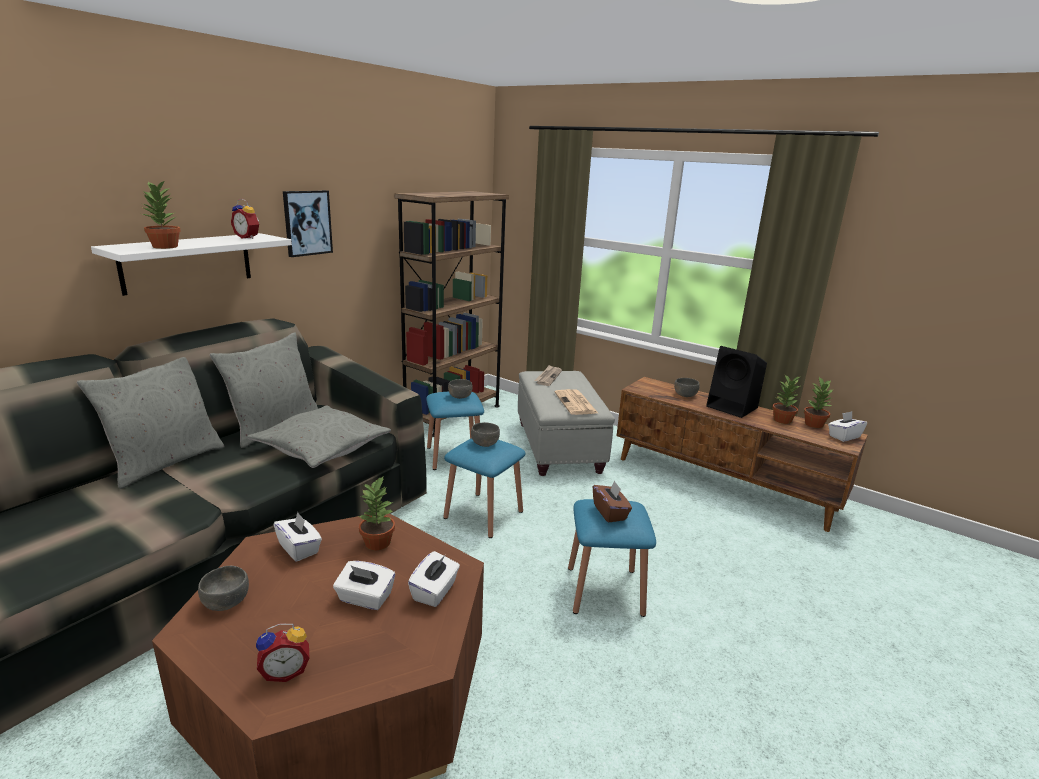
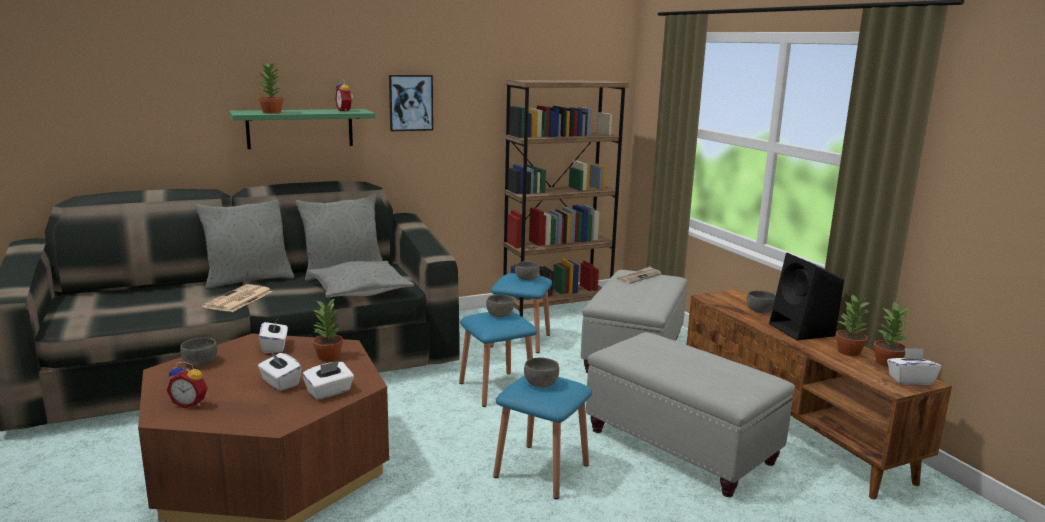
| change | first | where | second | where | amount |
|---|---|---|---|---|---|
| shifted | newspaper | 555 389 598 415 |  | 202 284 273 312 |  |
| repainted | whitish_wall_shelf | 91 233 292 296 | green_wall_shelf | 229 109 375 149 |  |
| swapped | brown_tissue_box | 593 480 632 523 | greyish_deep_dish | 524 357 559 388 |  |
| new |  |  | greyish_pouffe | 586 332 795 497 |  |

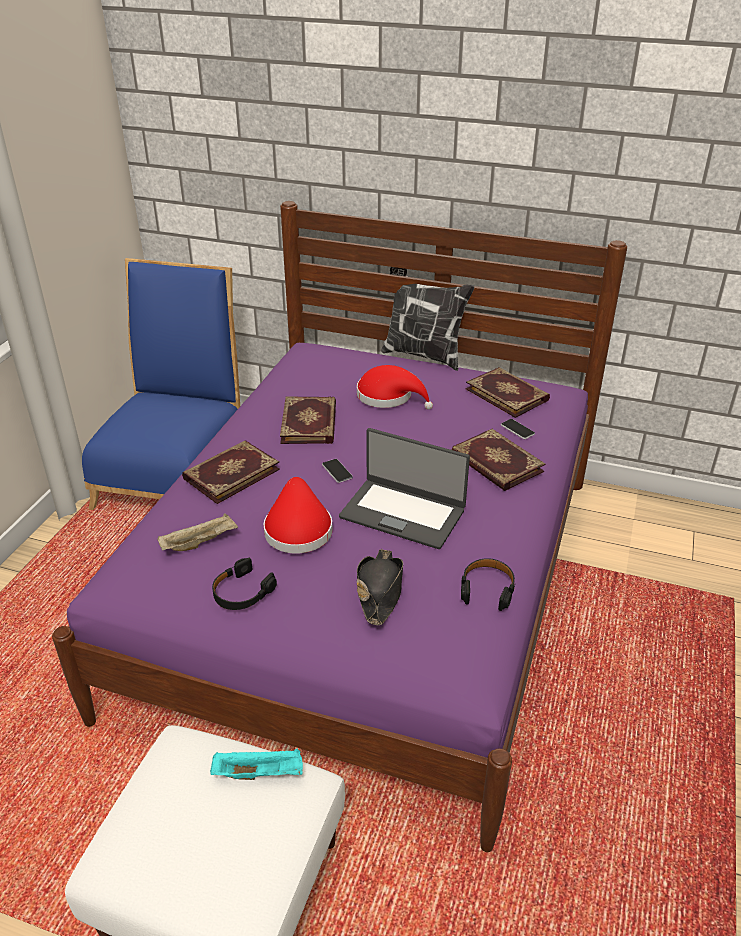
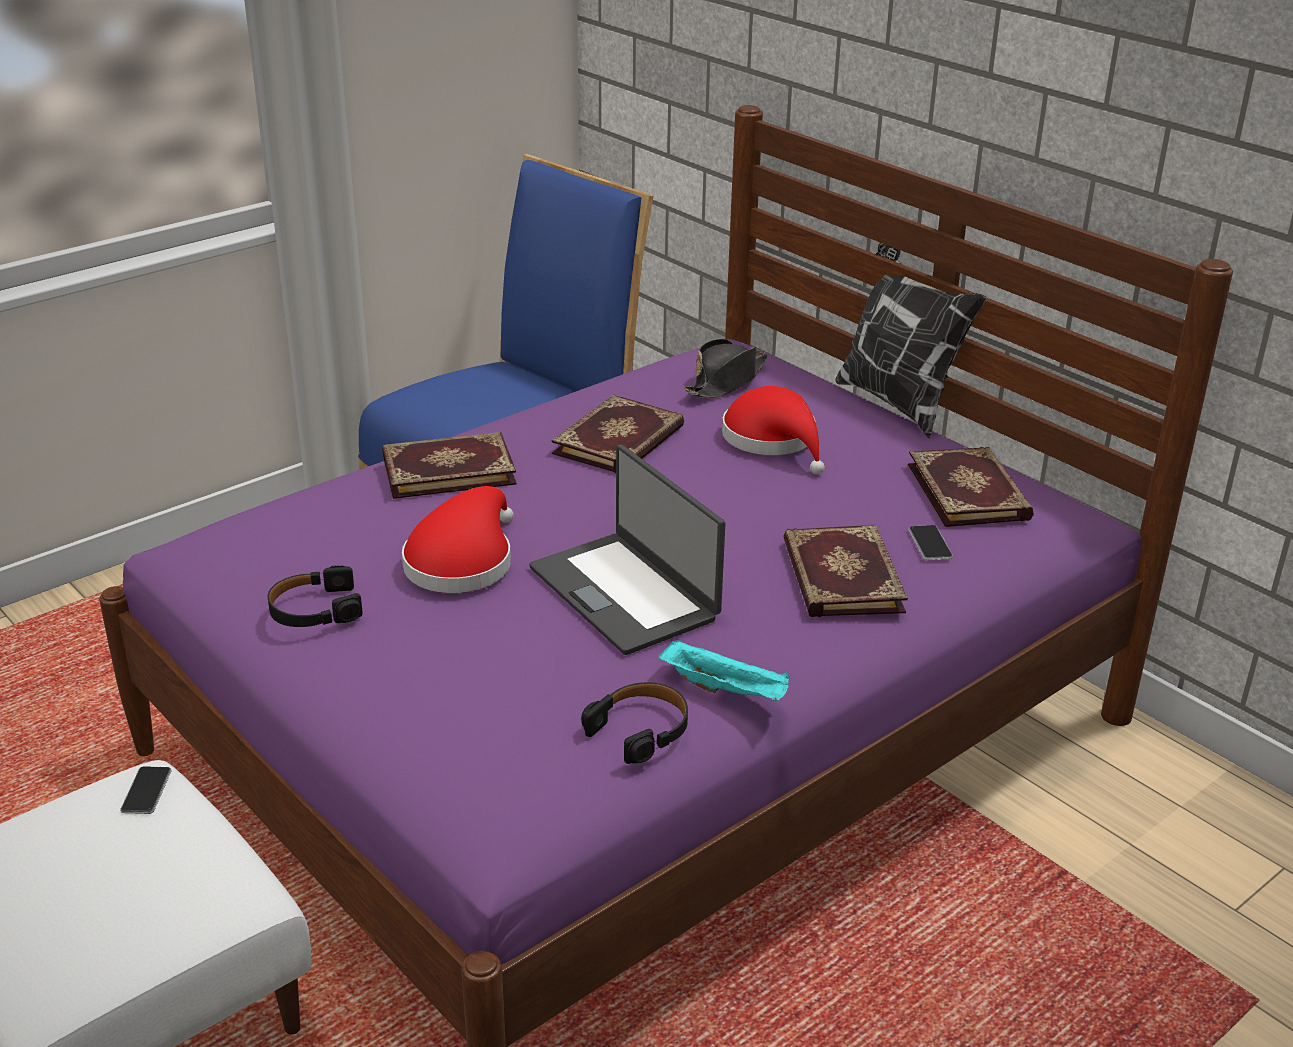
| change | first | where | second | where | amount |
|---|---|---|---|---|---|
| shifted | handset | 322 459 353 483 |  | 120 766 171 814 |  |
| shifted | turquoise_tray | 210 748 303 780 |  | 658 640 790 701 |  |
| shifted | black-coloured_wearable_hat | 357 549 403 625 |  | 684 339 767 398 |  |
| gone | beige-coloured_tray | 157 513 238 551 |  |  |  |

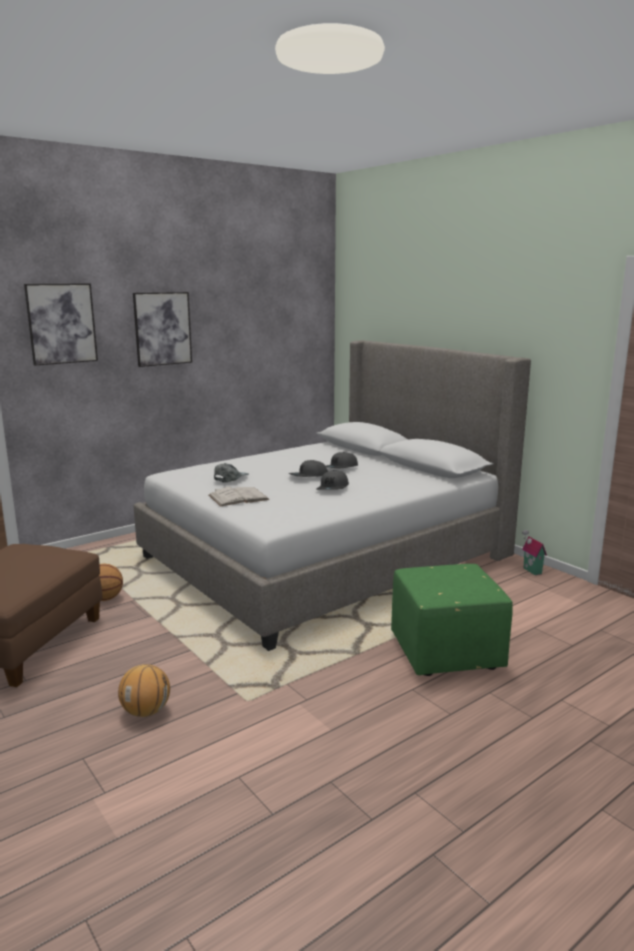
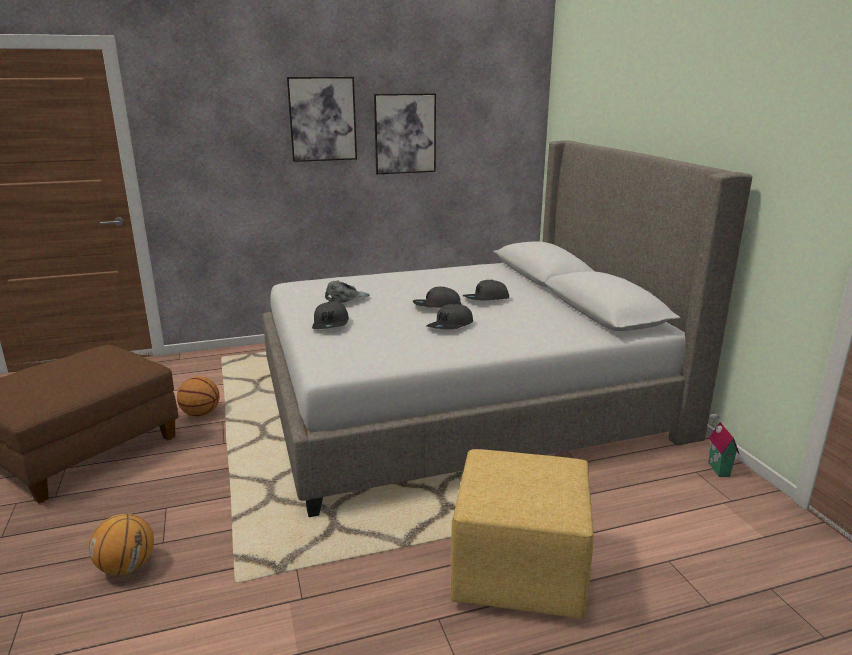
| change | first | where | second | where | amount |
|---|---|---|---|---|---|
| swapped | whitish_bound_book | 209 487 269 507 | greyish_baseball_cap | 312 302 349 329 |  |
| shifted | wall_picture | 24 283 98 366 |  | 374 93 436 174 |  |
| repainted | green_pouffe | 391 564 513 676 | yellowish_pouffe | 451 449 594 619 |  |

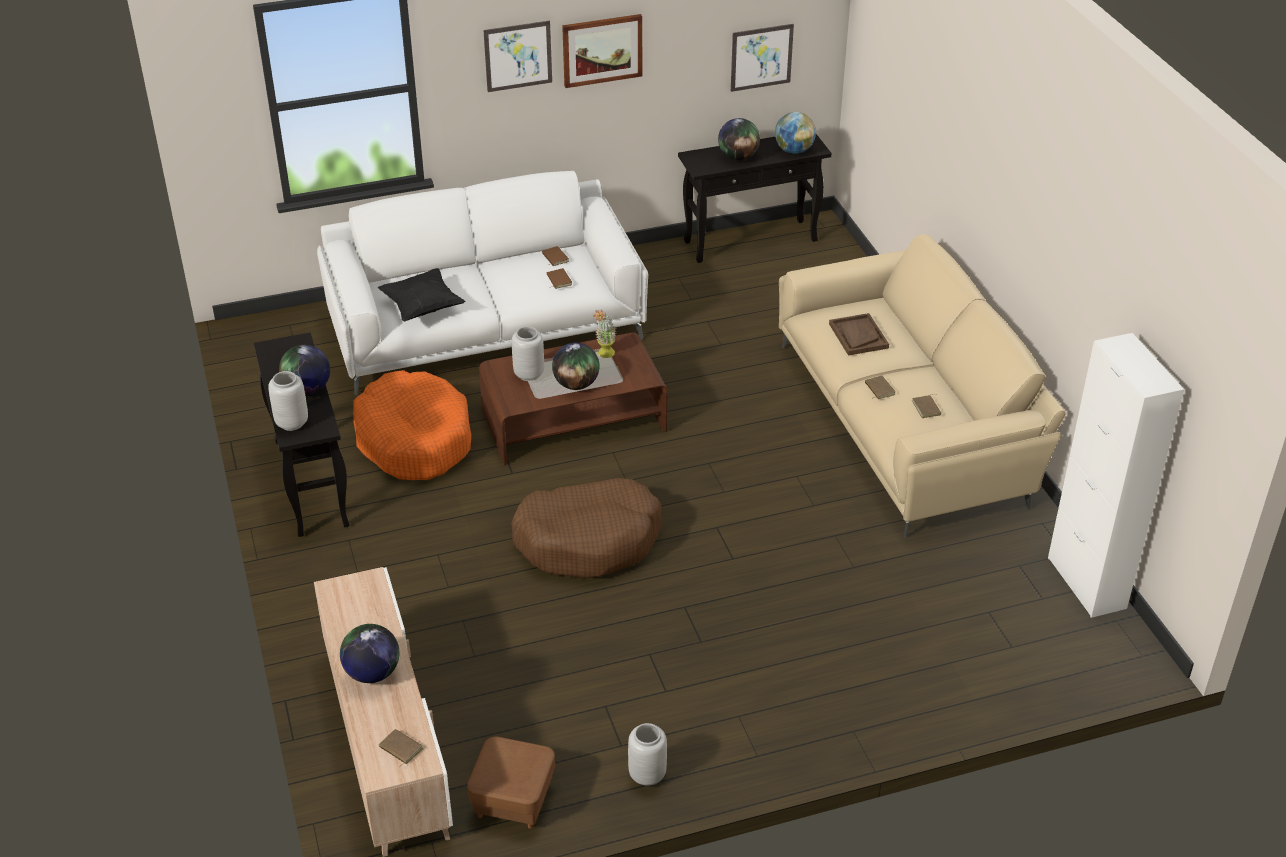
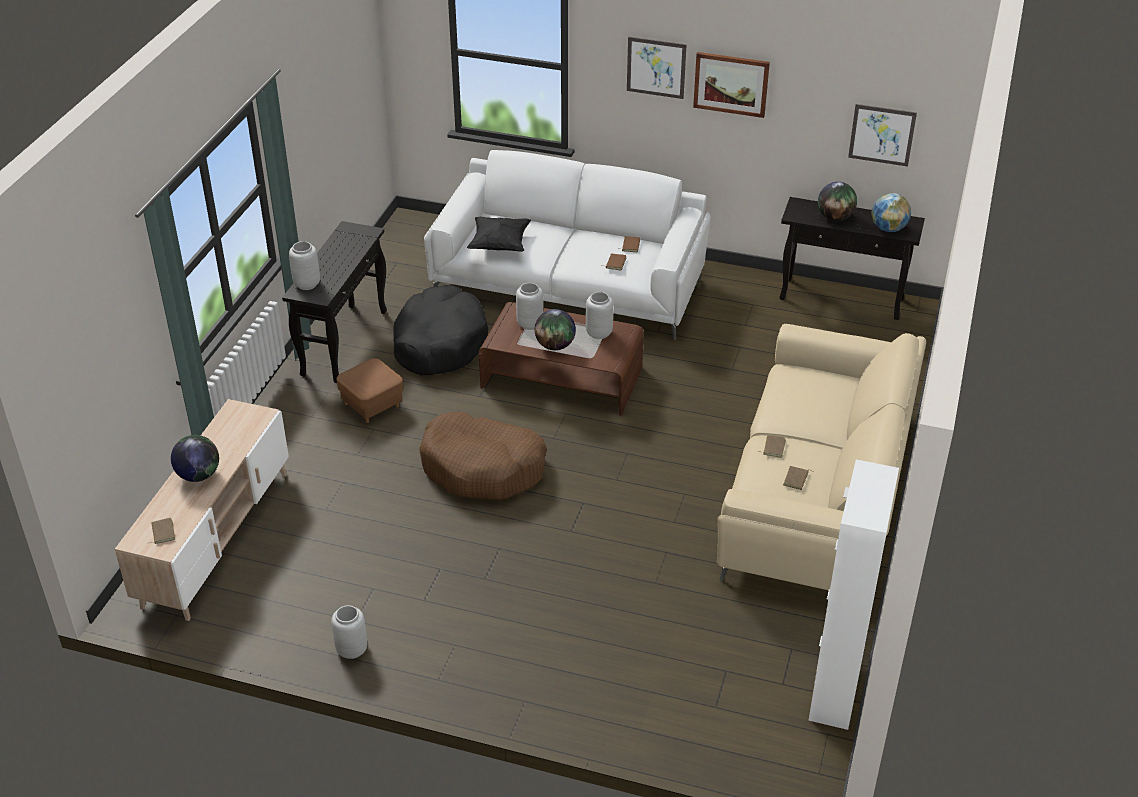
| change | first | where | second | where | amount |
|---|---|---|---|---|---|
| shifted | brown_pouffe | 467 737 555 829 |  | 337 358 403 423 |  |
| repainted | orange-coloured_pet_bed | 353 370 471 480 | black-coloured_pet_bed | 393 285 488 375 |  |
| swapped | potted_plant | 593 309 617 358 | greyish_vase | 586 292 613 339 |  |
| gone | globe | 279 345 330 395 |  |  |  |
| gone | brown_tray | 829 313 889 355 |  |  |  |

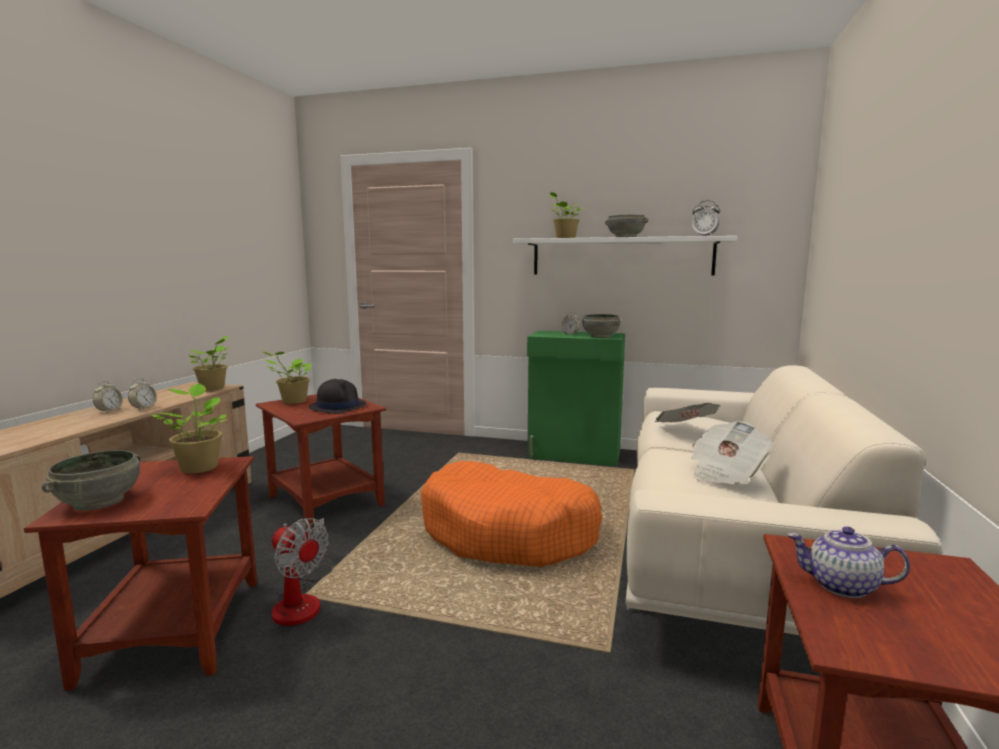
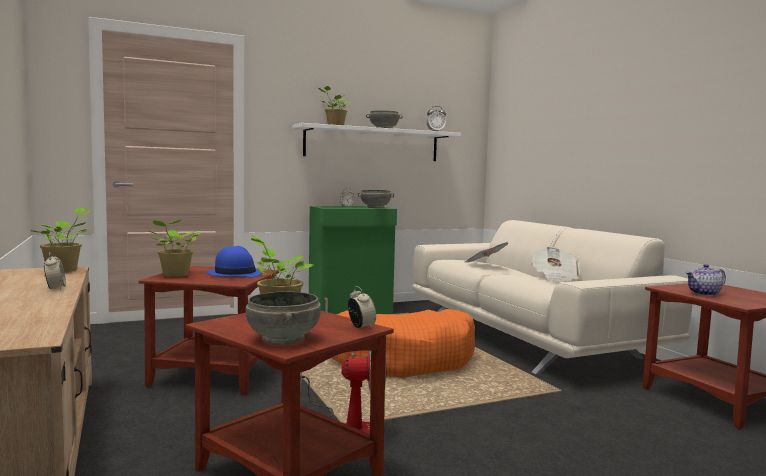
| change | first | where | second | where | amount |
|---|---|---|---|---|---|
| repainted | black-coloured_wearable_hat | 309 379 367 414 | blue_wearable_hat | 207 246 262 277 |  |
| shifted | bedside_clock | 93 381 123 413 |  | 348 286 376 328 |  |

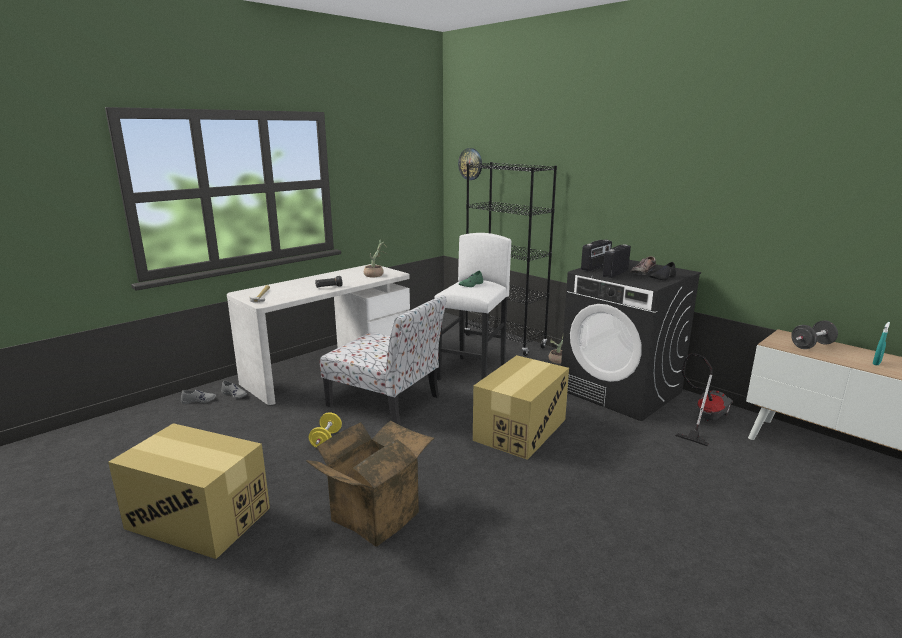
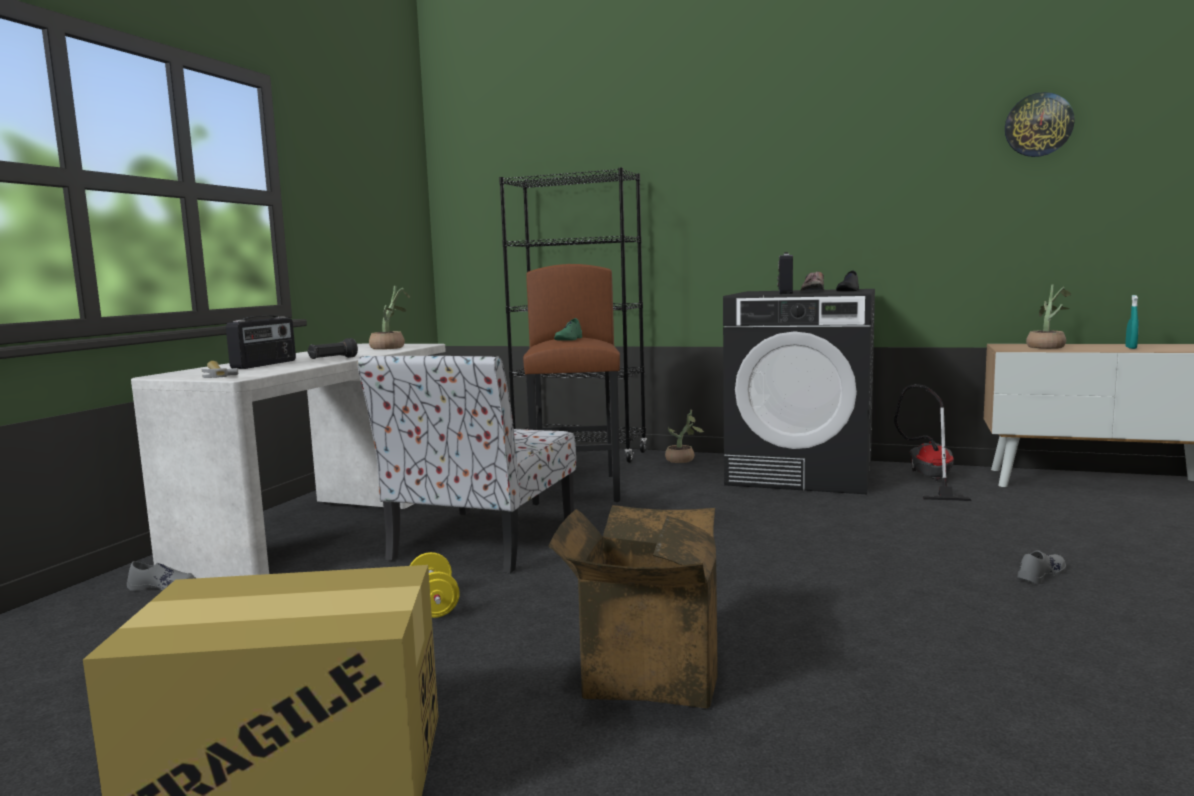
| change | first | where | second | where | amount |
|---|---|---|---|---|---|
| shifted | radio_set | 581 240 612 271 |  | 226 316 296 369 |  |
| rotated | plain_chair | 320 295 447 426 |  | 358 356 576 573 | 105 degrees clockwise |
| repainted | whitish_stool_seat | 434 233 511 380 | brown_stool_seat | 523 264 620 505 |  |
| shifted | clock_on_the_wall | 458 148 482 180 |  | 1005 92 1075 157 |  |
| shifted | greyish_low_shoe | 181 390 216 404 |  | 1017 550 1066 584 |  |
| swapped | black-coloured_dumbbell | 791 320 838 349 | potted_plant | 1026 284 1071 349 |  |
| gone | cardboard_box | 473 355 569 460 |  |  |  |

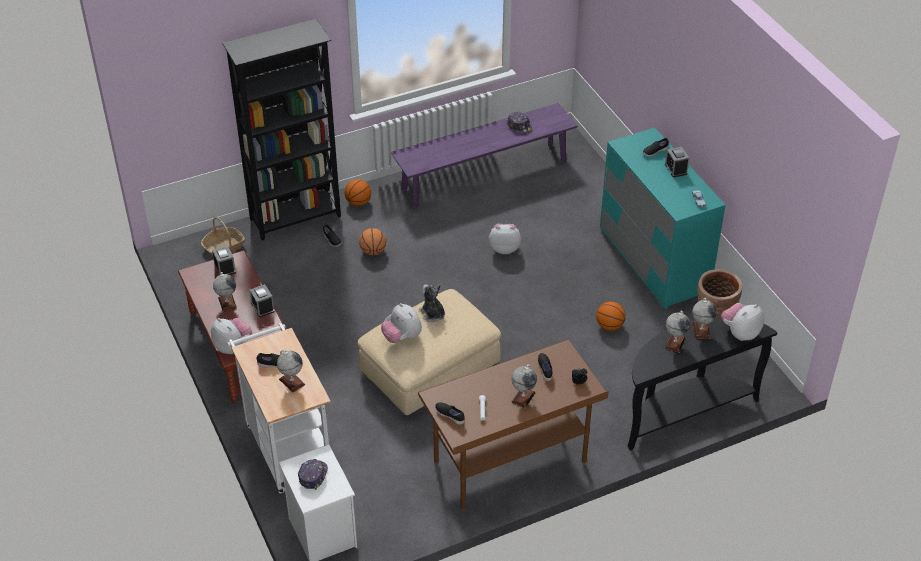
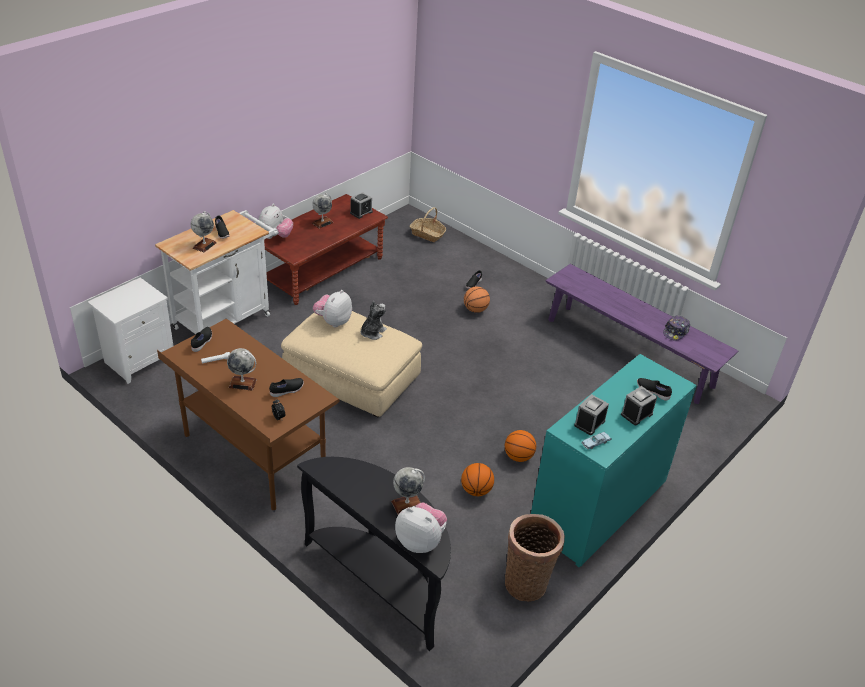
| change | first | where | second | where | amount |
|---|---|---|---|---|---|
| shifted | basketball_ball | 345 179 371 206 |  | 505 430 536 462 |  |
| shifted | bedside_clock | 249 284 275 317 |  | 574 394 609 435 |  |
| gone | black-coloured_shelving_unit | 222 19 341 240 |  |  |  |
| gone | baseball_cap | 298 459 328 490 |  |  |  |
| gone | soft_toy | 489 224 521 254 |  |  |  |
| gone | globe | 665 311 690 353 |  |  |  |

